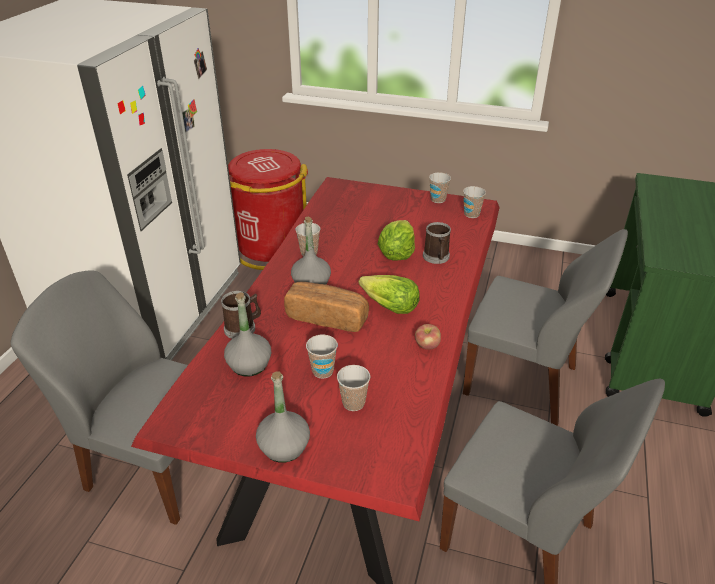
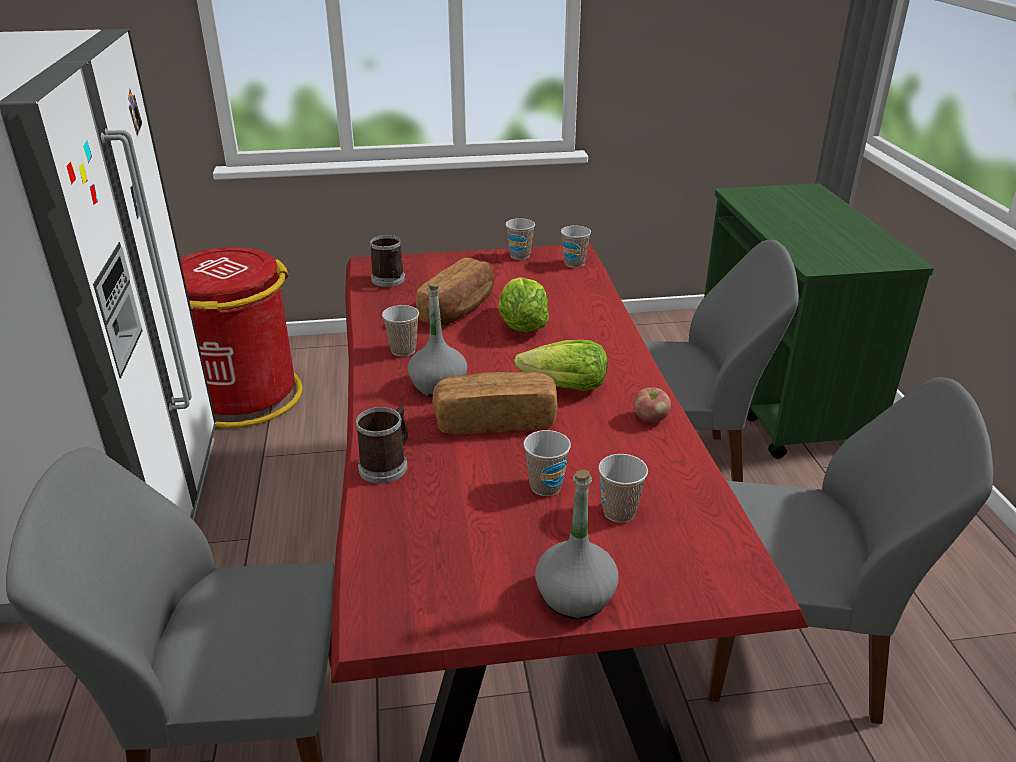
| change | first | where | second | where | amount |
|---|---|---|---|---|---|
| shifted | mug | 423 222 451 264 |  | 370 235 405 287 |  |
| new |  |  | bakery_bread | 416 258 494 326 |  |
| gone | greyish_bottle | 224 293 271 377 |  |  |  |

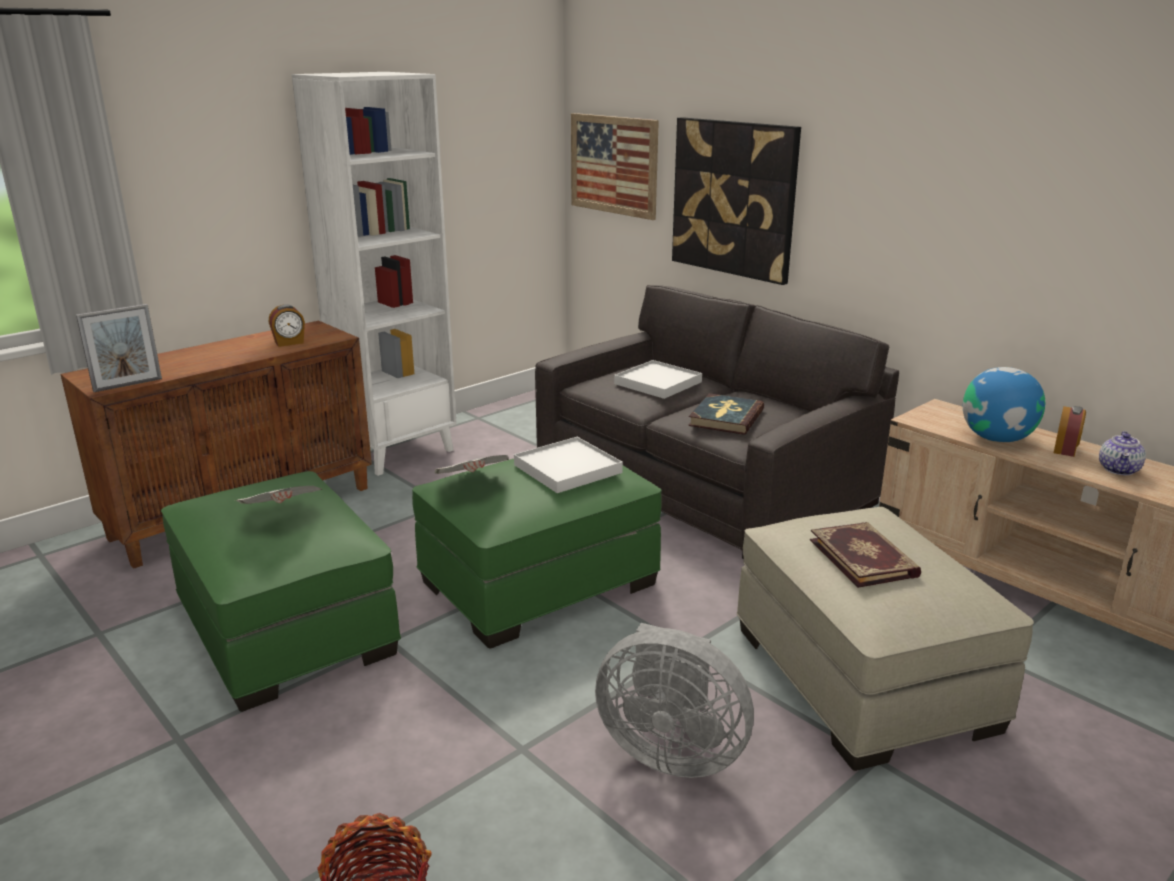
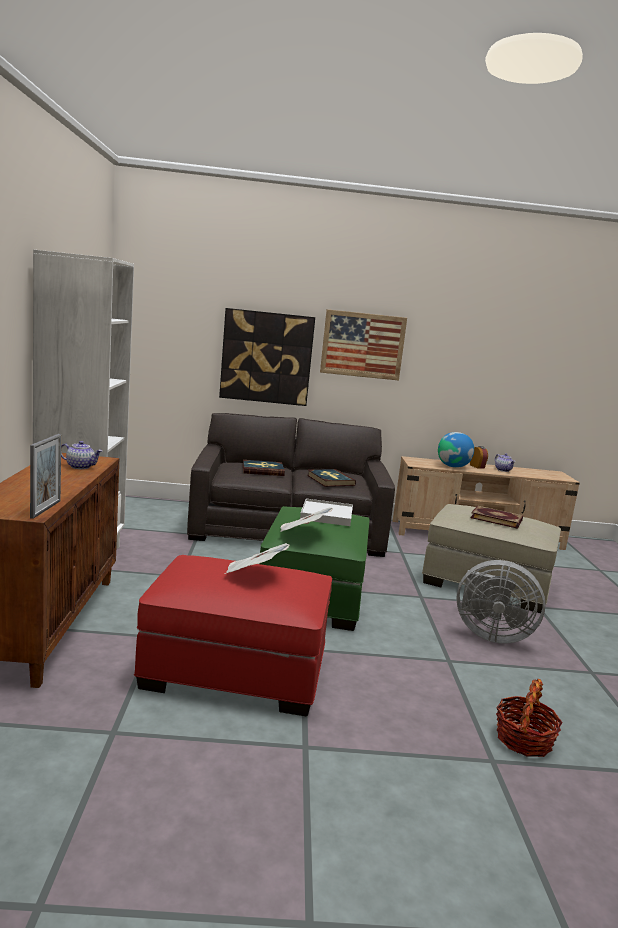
| change | first | where | second | where | amount |
|---|---|---|---|---|---|
| swapped | bedside_clock | 269 304 305 347 | teapot | 61 441 102 469 |  |
| repainted | green_pouffe | 161 471 401 712 | reddish_pouffe | 134 555 332 716 |  |
| swapped | whitish_tray | 614 360 702 399 | bound_book | 243 460 285 476 |  |
| shifted | wall_picture | 571 113 659 220 |  | 320 309 407 380 |  |
| rotated | greyish_electric_fan | 595 623 754 778 |  | 457 560 546 644 | 45 degrees clockwise |

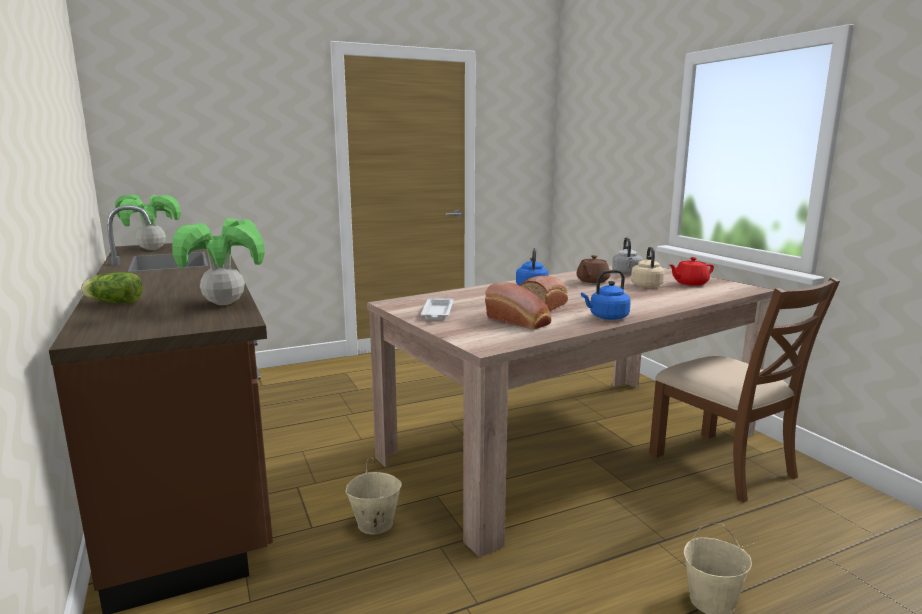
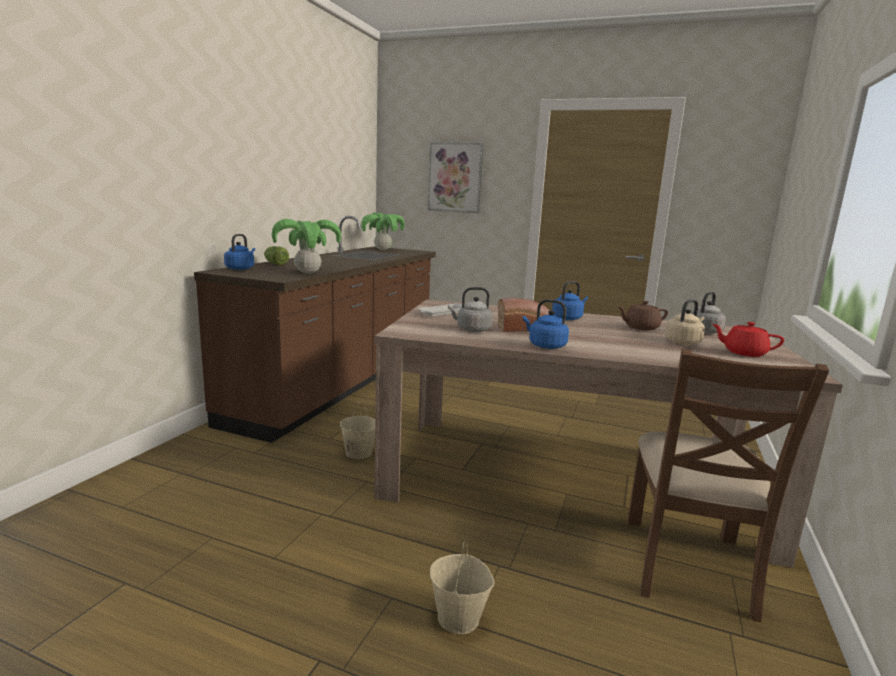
| change | first | where | second | where | amount |
|---|---|---|---|---|---|
| new |  |  | blue_tea_kettle | 224 234 255 270 |  |
| new |  |  | wall_picture | 428 142 483 213 |  |
| swapped | bakery_bread | 485 282 551 330 | greyish_tea_kettle | 448 287 493 332 |  |

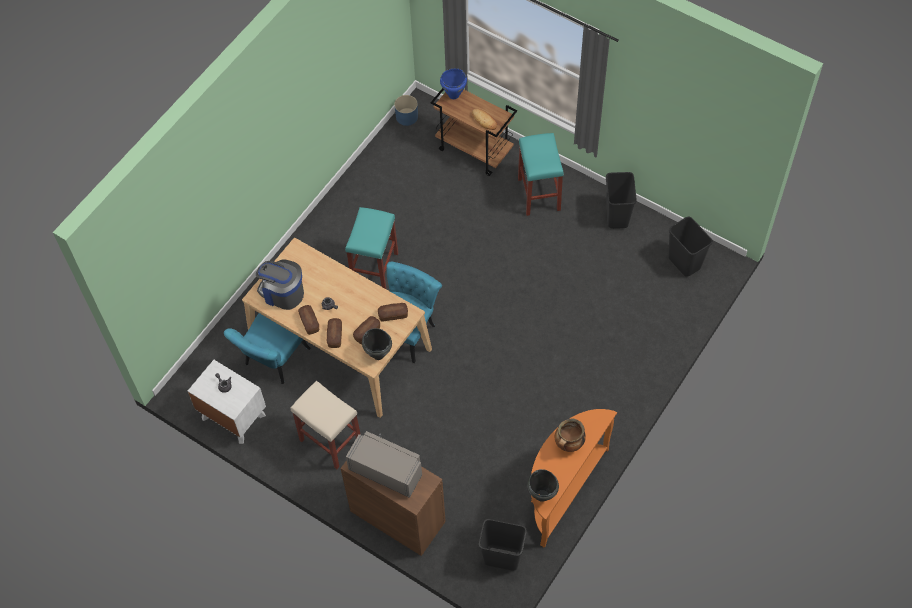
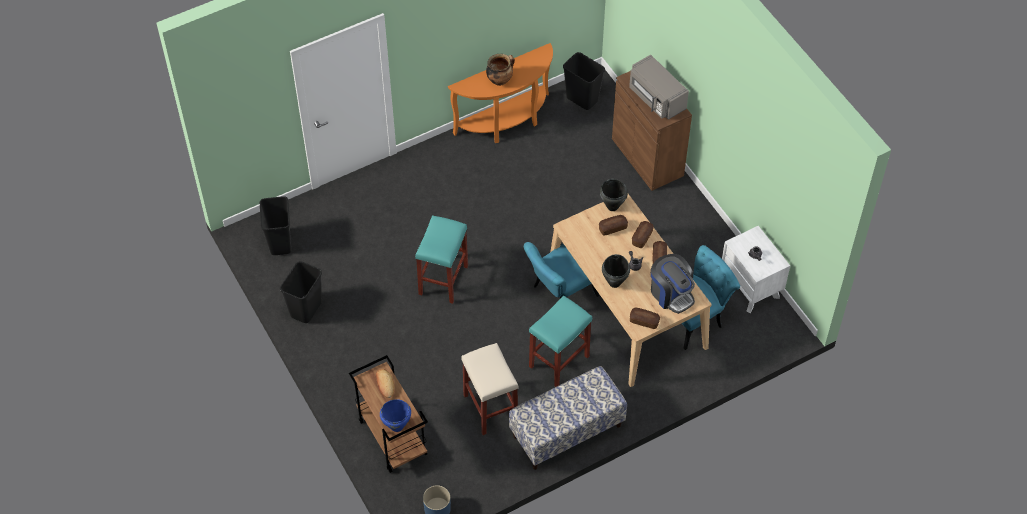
| change | first | where | second | where | amount |
|---|---|---|---|---|---|
| shifted | turquoise_stool_seat | 518 133 564 216 |  | 415 215 468 304 |  |
| shifted | beige-coloured_stool_seat | 291 381 361 469 |  | 461 343 519 435 |  |
| new |  |  | indoor_bench | 509 366 627 470 |  |
| shifted | black-coloured_saucepot | 527 469 559 502 |  | 602 254 630 288 |  |
| shifted | bakery_bread | 378 303 408 321 |  | 630 308 660 329 |  |

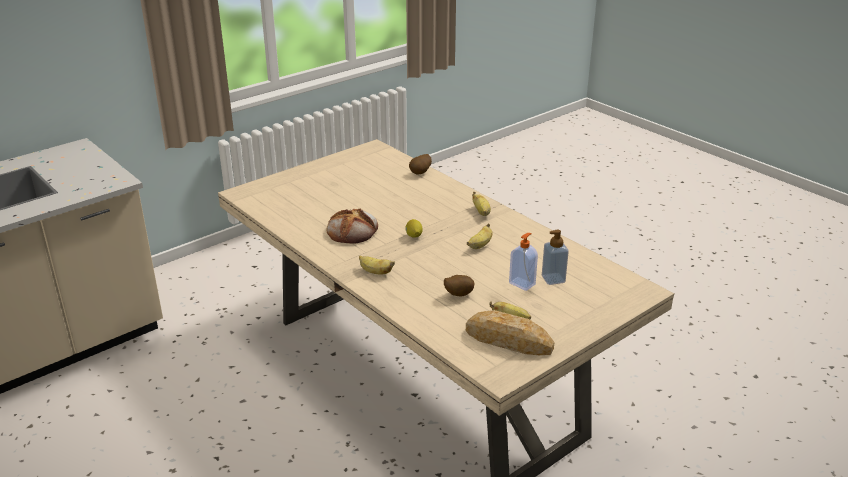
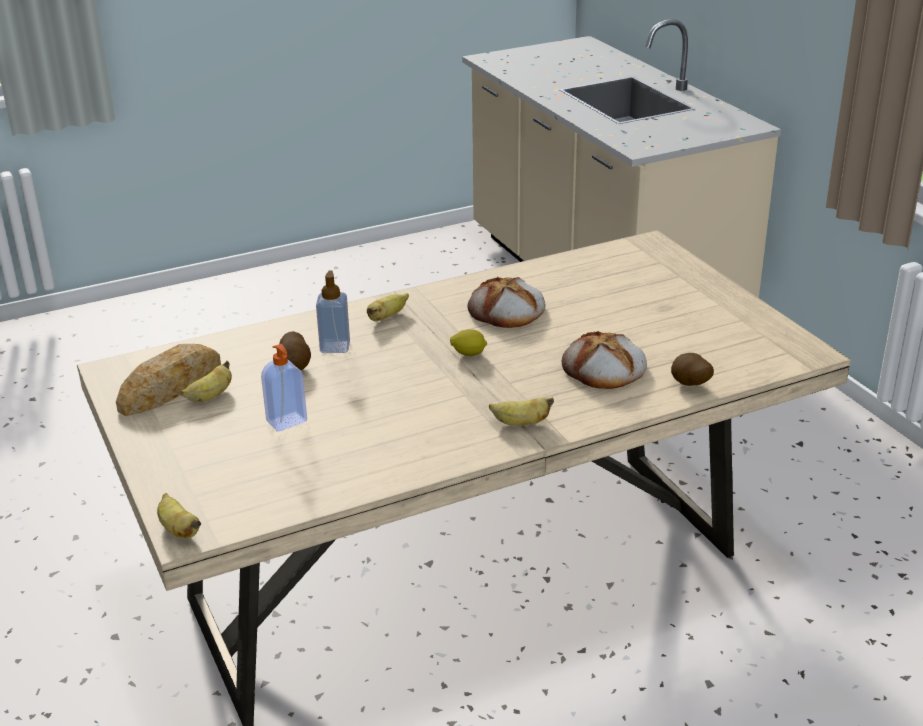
| change | first | where | second | where | amount |
|---|---|---|---|---|---|
| shifted | whole_banana | 467 223 493 249 |  | 157 493 201 538 |  |
| shifted | soap_bottle | 542 229 569 285 |  | 316 270 350 353 |  |
| new |  |  | bakery_bread | 562 331 647 389 |  |

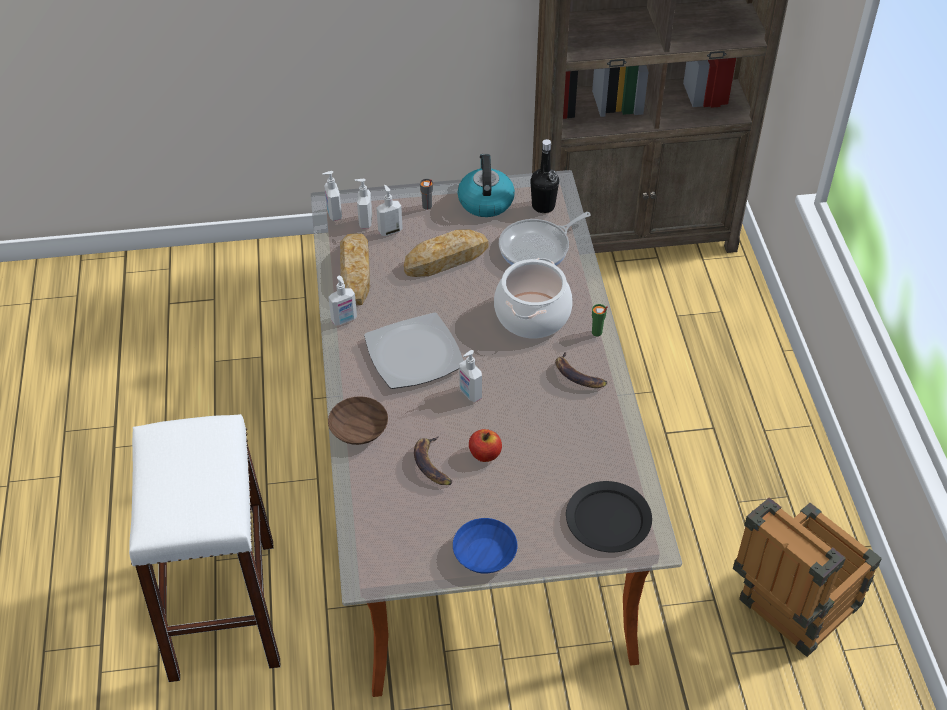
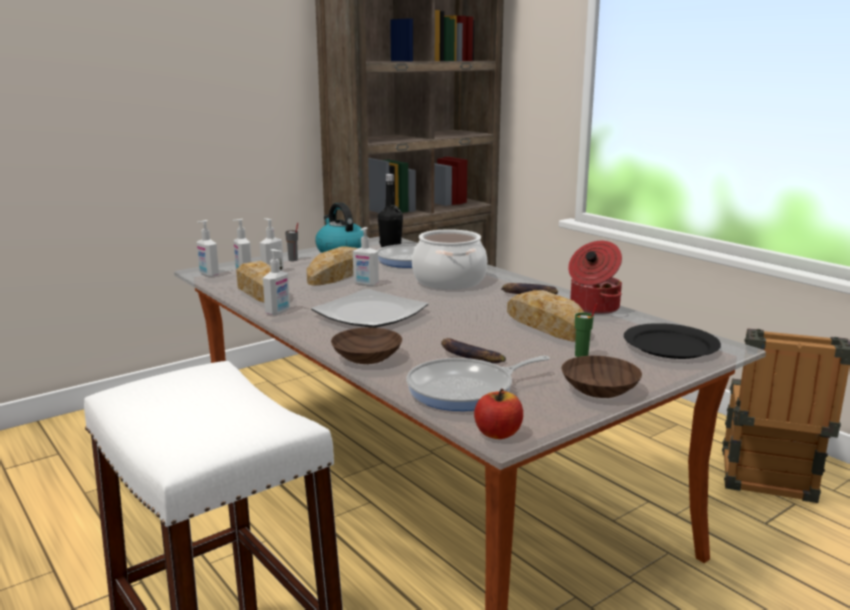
| change | first | where | second | where | amount |
|---|---|---|---|---|---|
| shifted | soap_bottle | 459 350 482 402 |  | 353 227 379 286 |  |
| new |  |  | frying_pan | 406 356 550 411 |  |
| shifted | whole_apple | 469 429 502 462 |  | 474 388 523 439 |  |
| new |  |  | bakery_bread | 507 290 584 342 |  |
| repainted | blue_deep_dish | 453 518 518 573 | brown_deep_dish | 561 356 642 398 |  |
| new |  |  | saucepot | 568 241 622 315 |  |
| shifted | green_small_cup | 592 304 608 336 |  | 575 303 598 357 |  |

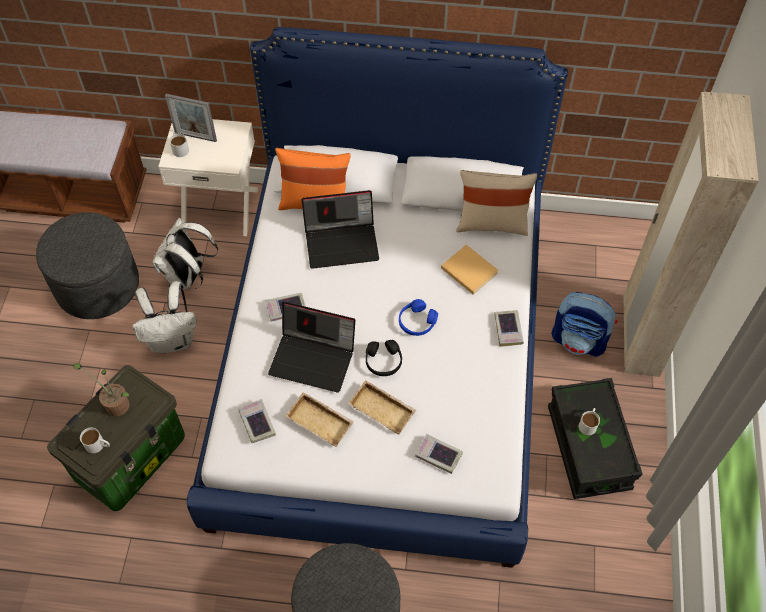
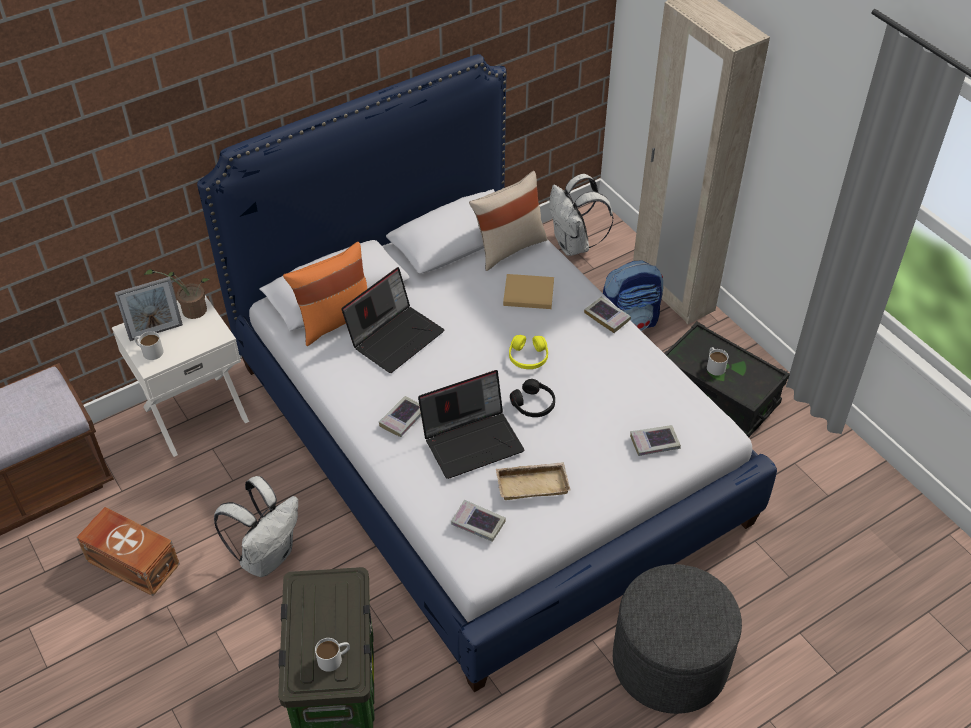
| change | first | where | second | where | amount |
|---|---|---|---|---|---|
| swapped | greyish_pouffe | 36 212 139 319 | brown_storage_box | 76 507 180 596 |  |
| shifted | potted_plant | 73 363 130 416 |  | 144 269 210 319 |  |
| repainted | blue_headset | 399 299 438 336 | yellowish_headset | 509 335 548 369 |  |
| shifted | whitish_rucksack | 152 218 218 290 |  | 549 174 613 256 |  |
| gone | beige-coloured_tray | 348 380 416 434 |  |  |  |

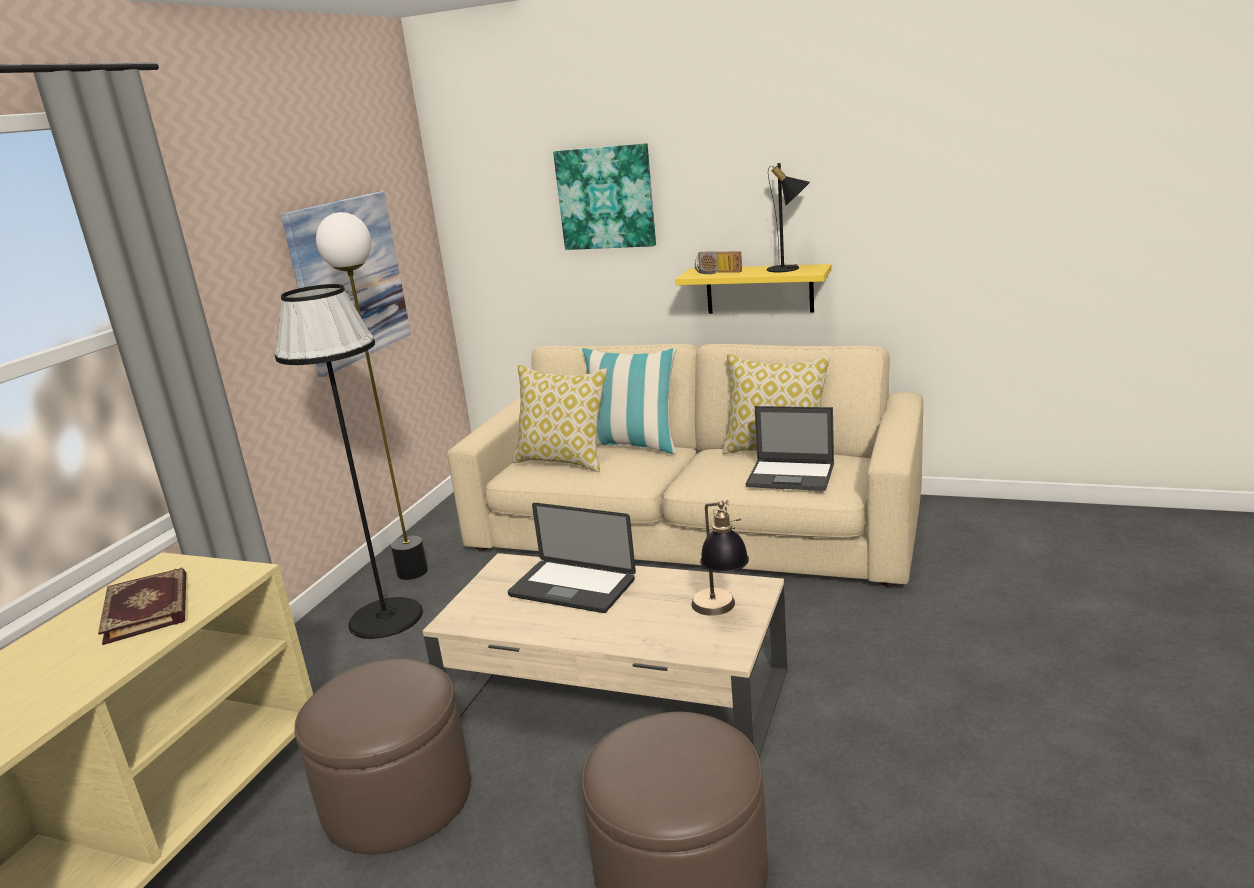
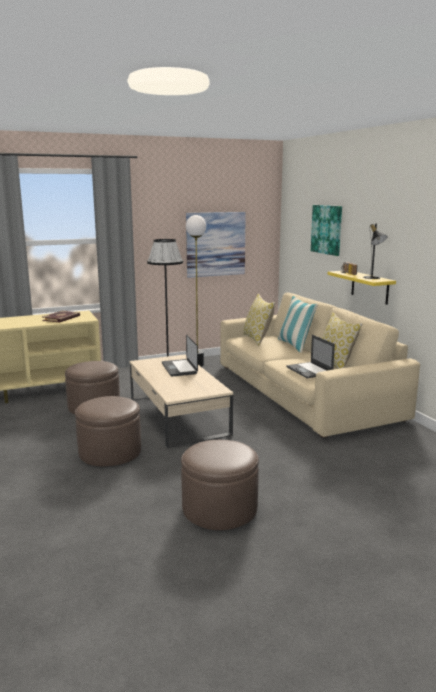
| change | first | where | second | where | amount |
|---|---|---|---|---|---|
| new |  |  | brown_pouffe | 181 440 259 530 |  |
| gone | table_lamp | 691 499 749 616 |  |  |  |

